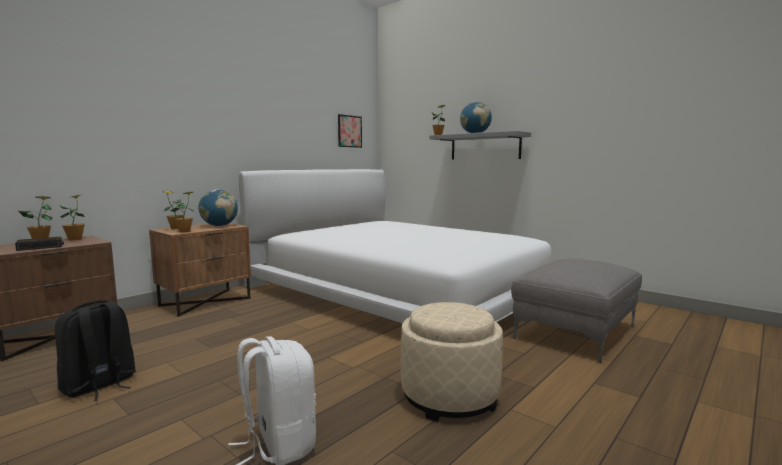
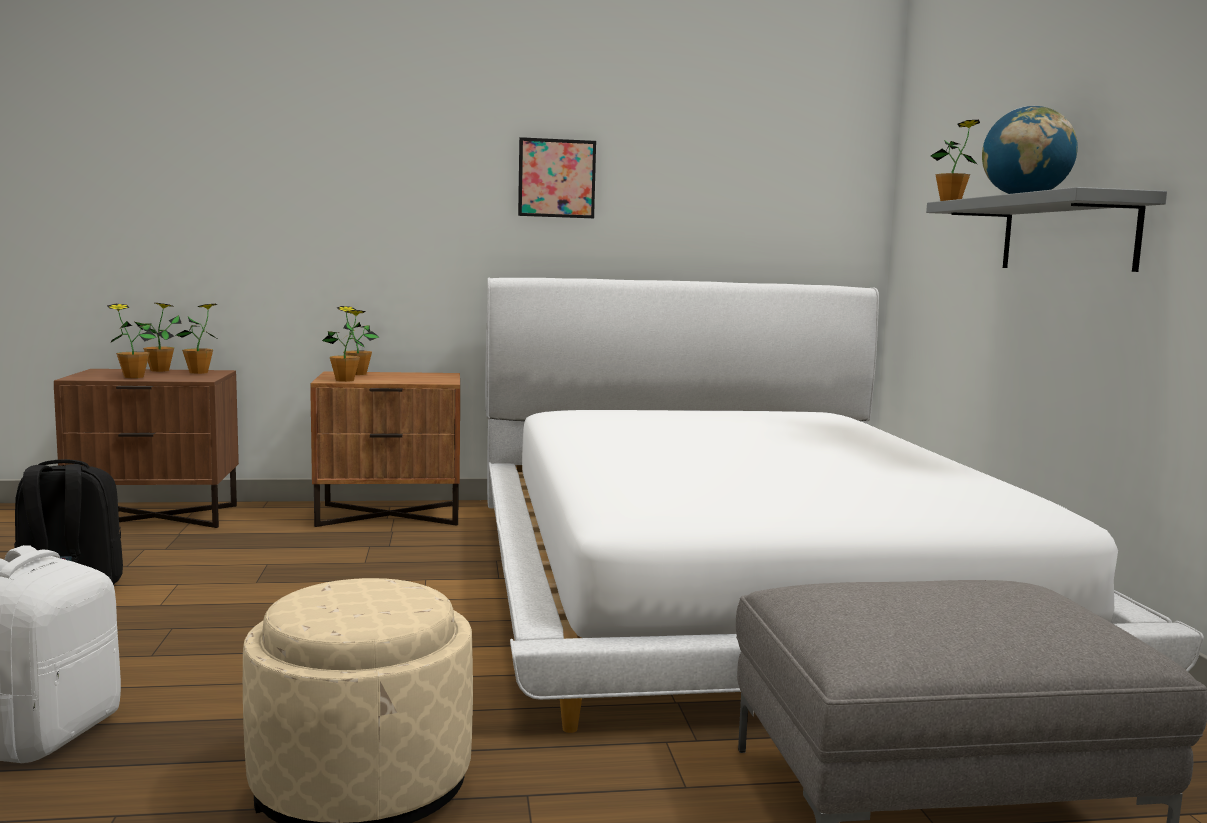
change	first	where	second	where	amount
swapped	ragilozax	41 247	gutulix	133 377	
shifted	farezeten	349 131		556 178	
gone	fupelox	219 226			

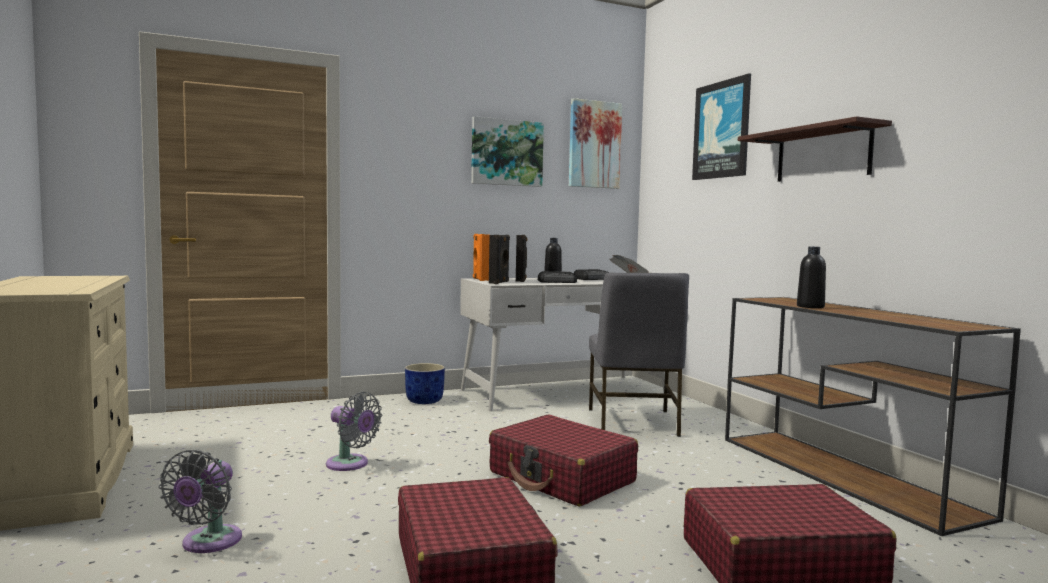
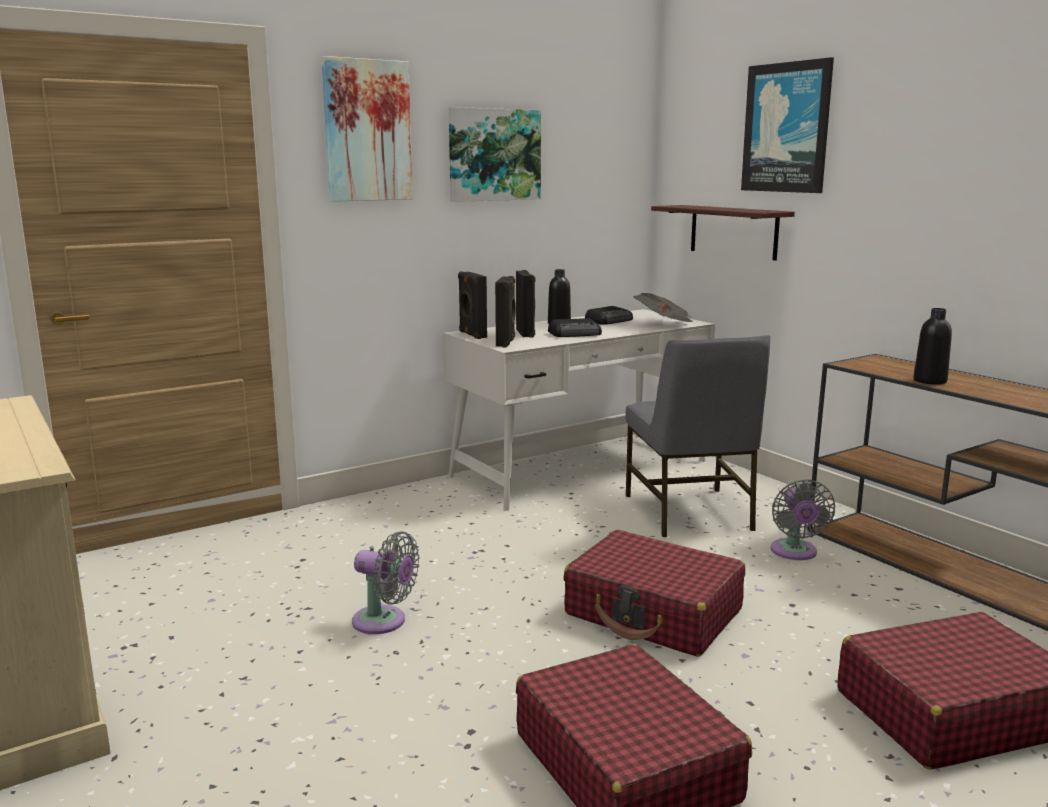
change	first	where	second	where	amount
shifted	farezeten	594 144		367 131	
repainted	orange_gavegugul	479 279	black_gavegugul	471 335	
shifted	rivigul	823 154		733 231	
shifted	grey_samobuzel	208 543		795 553	
gone	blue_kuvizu	424 401			

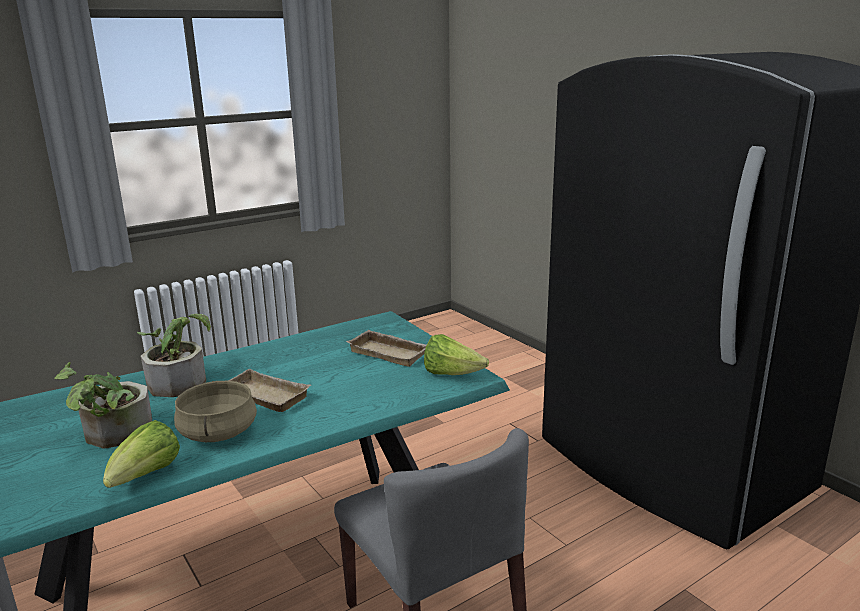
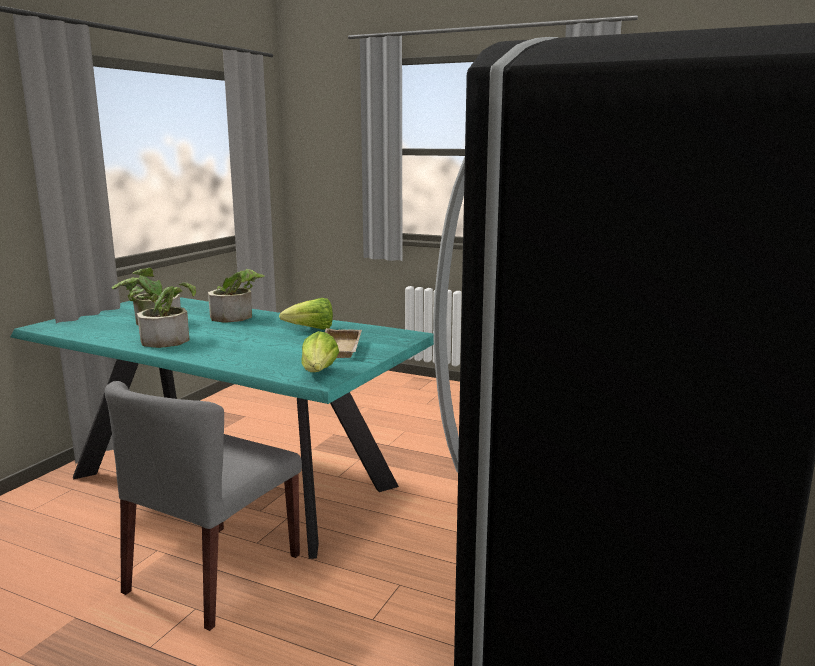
change	first	where	second	where	amount
swapped	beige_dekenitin	217 432	gutulix	169 339	
shifted	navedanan	146 477		311 329	
gone	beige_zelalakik	262 397			

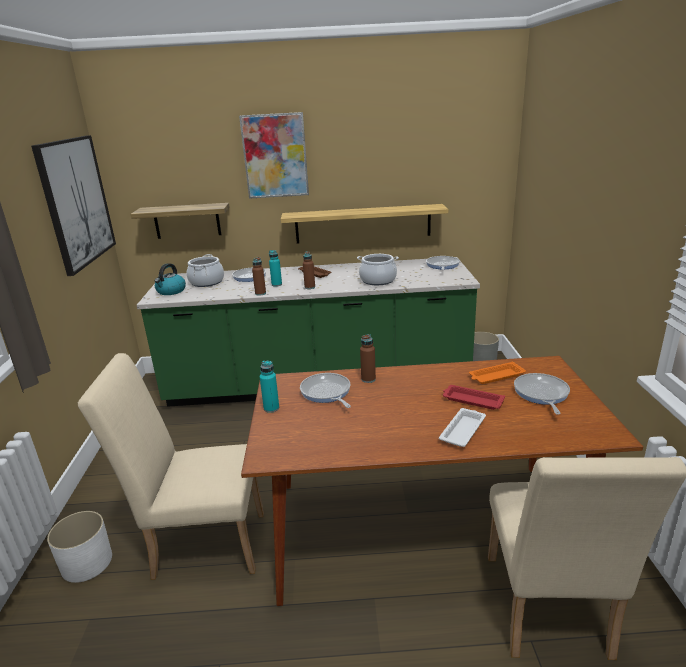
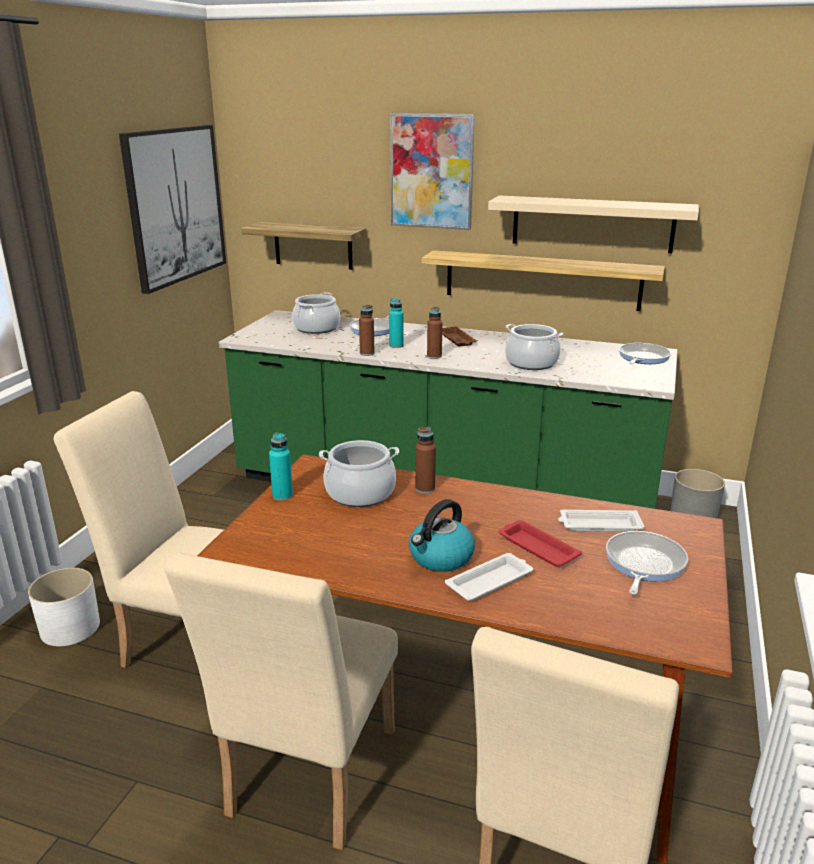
change	first	where	second	where	amount
new			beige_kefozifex	306 782	
swapped	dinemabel	326 393	dekenitin	360 493	
shifted	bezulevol	171 291		440 558	
new			beige_rivigul	592 224	
repainted	orange_zelalakik	495 376	white_zelalakik	598 525	

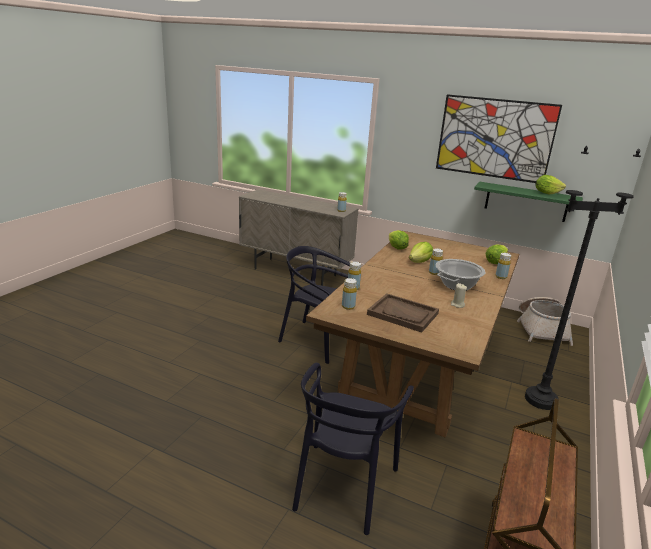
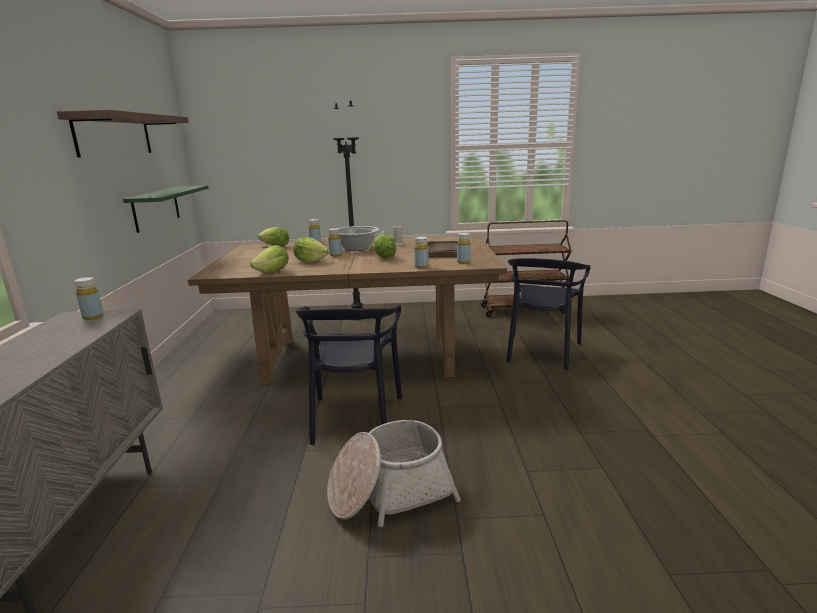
change	first	where	second	where	amount
swapped	farezeten	494 138	rivigul	114 135	
shifted	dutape	541 329		390 491	
shifted	navedanan	546 193		384 257	
rotated	black_kefozifex	343 485		541 351	120 degrees clockwise

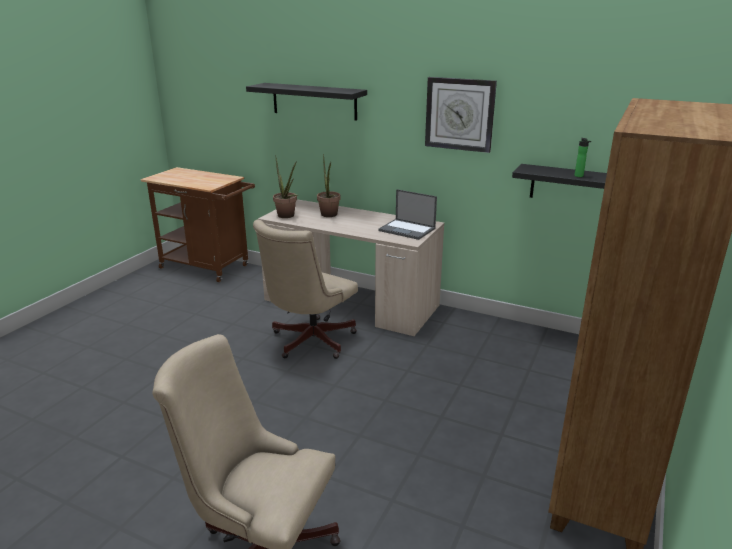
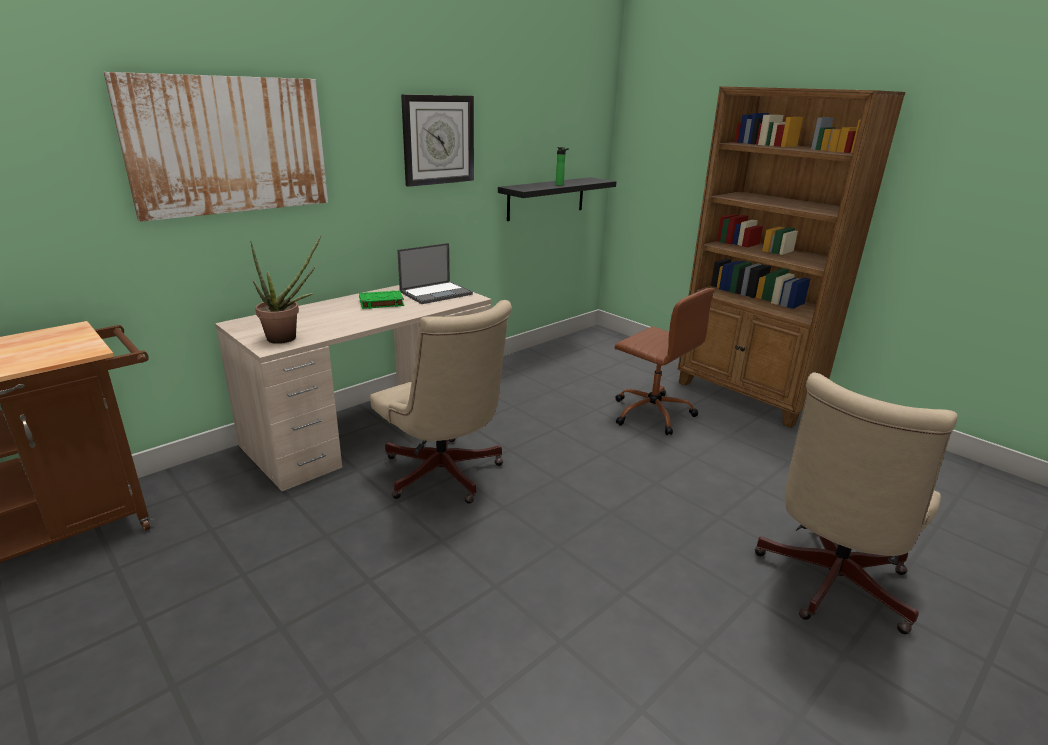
change	first	where	second	where	amount
swapped	black_rivigul	314 101	farezeten	229 145	
new			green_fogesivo	381 303	
new			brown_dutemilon	651 413	
gone	gutulix	329 215			

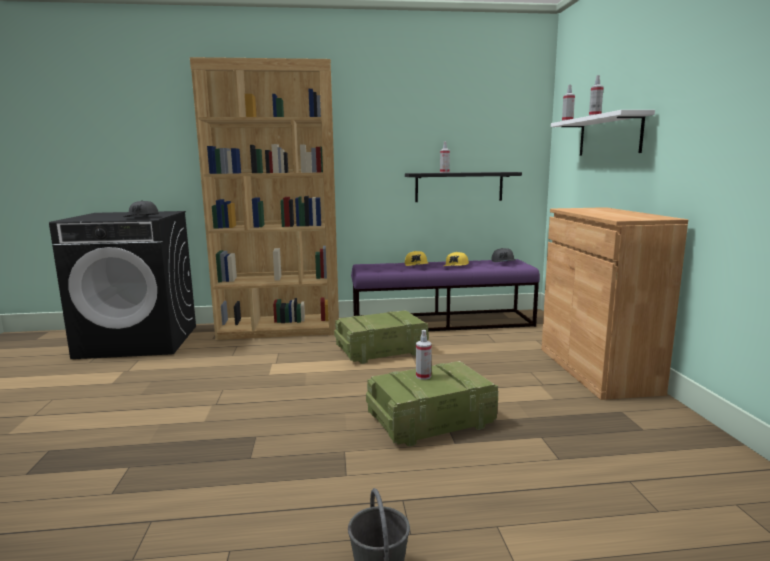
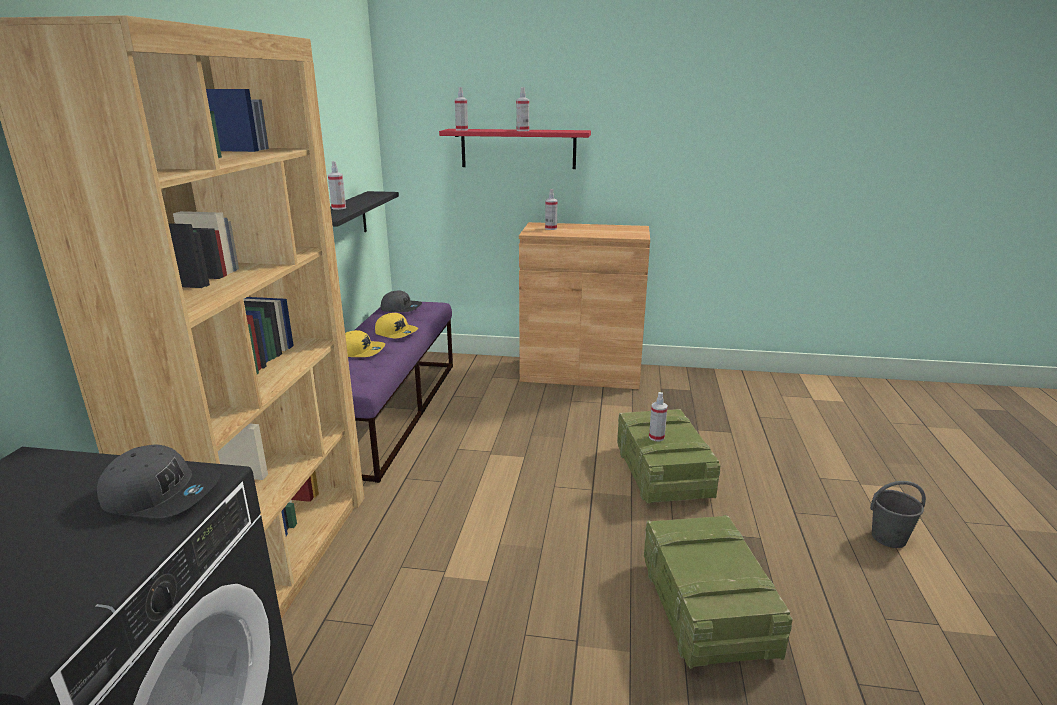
change	first	where	second	where	amount
repainted	white_rivigul	609 136	red_rivigul	518 149	
new			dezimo	551 228	
shifted	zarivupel	380 351		707 611	

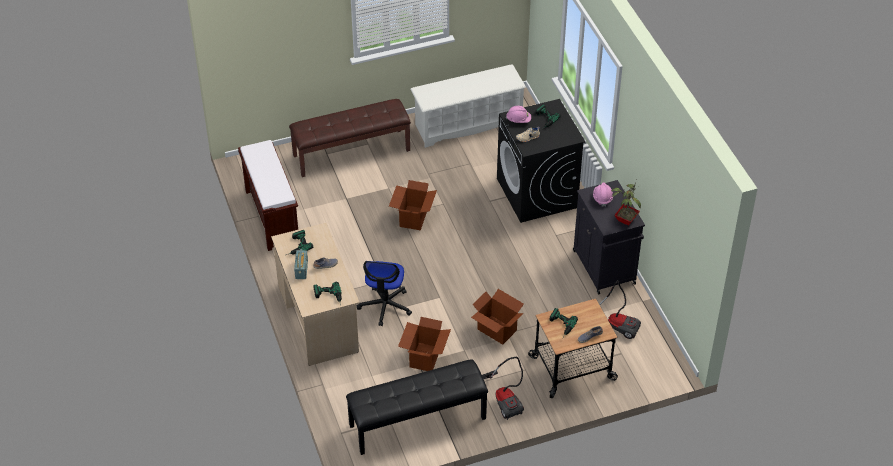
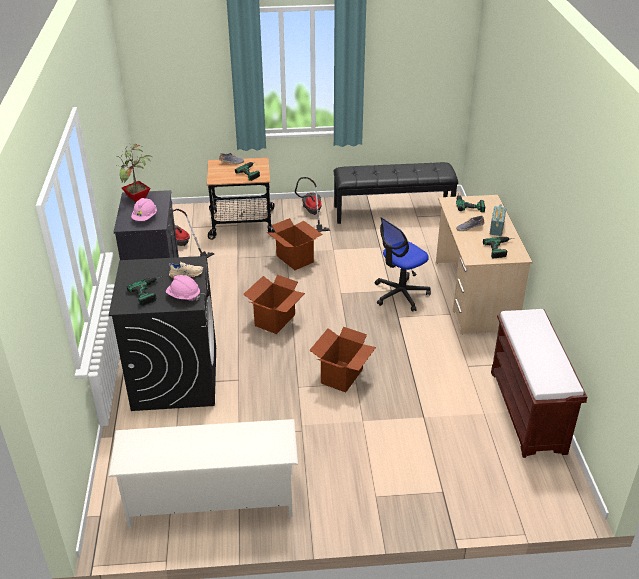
change	first	where	second	where	amount
shifted	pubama	424 357		275 320	
rotated	dutemilon	385 306		400 294	150 degrees counterclockwise
gone	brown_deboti	351 152			

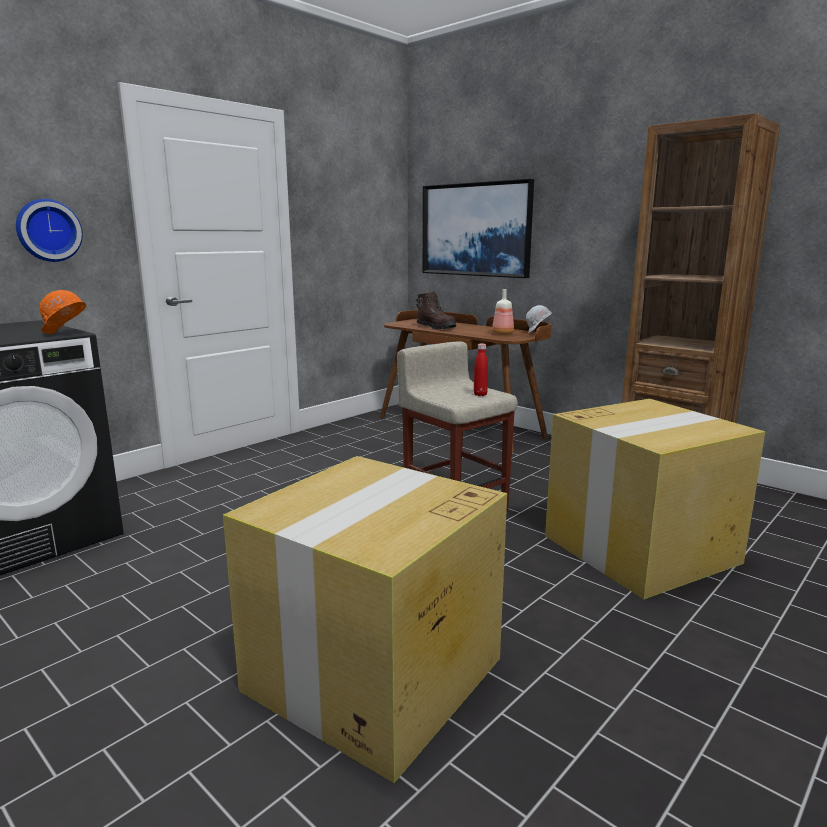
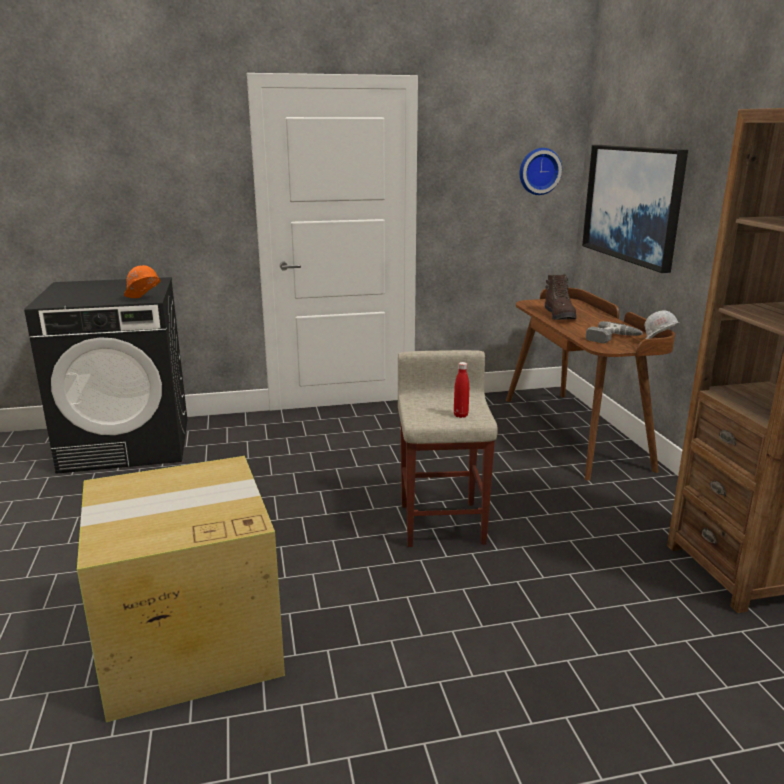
change	first	where	second	where	amount
shifted	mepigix	48 230		539 171	
swapped	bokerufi	503 334	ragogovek	613 338	
gone	pubama	641 548			

